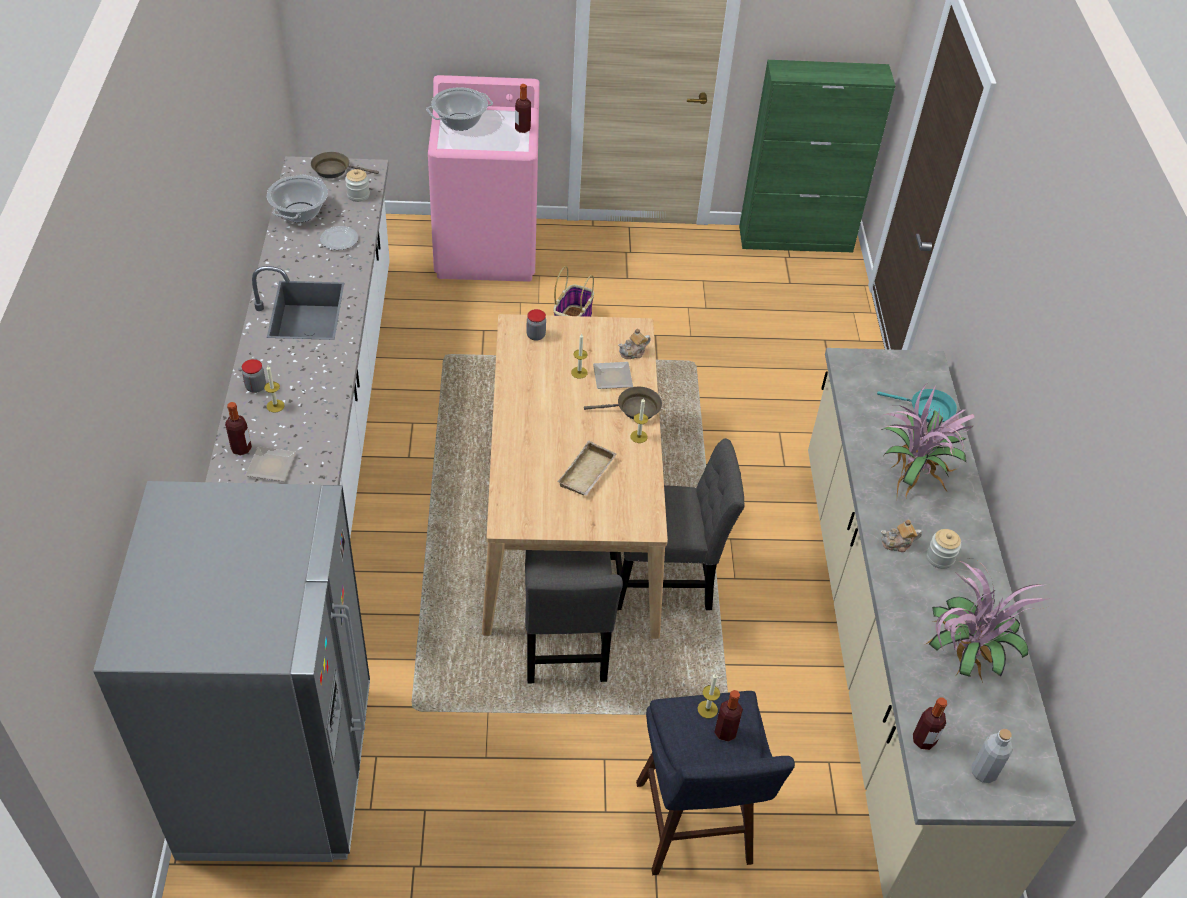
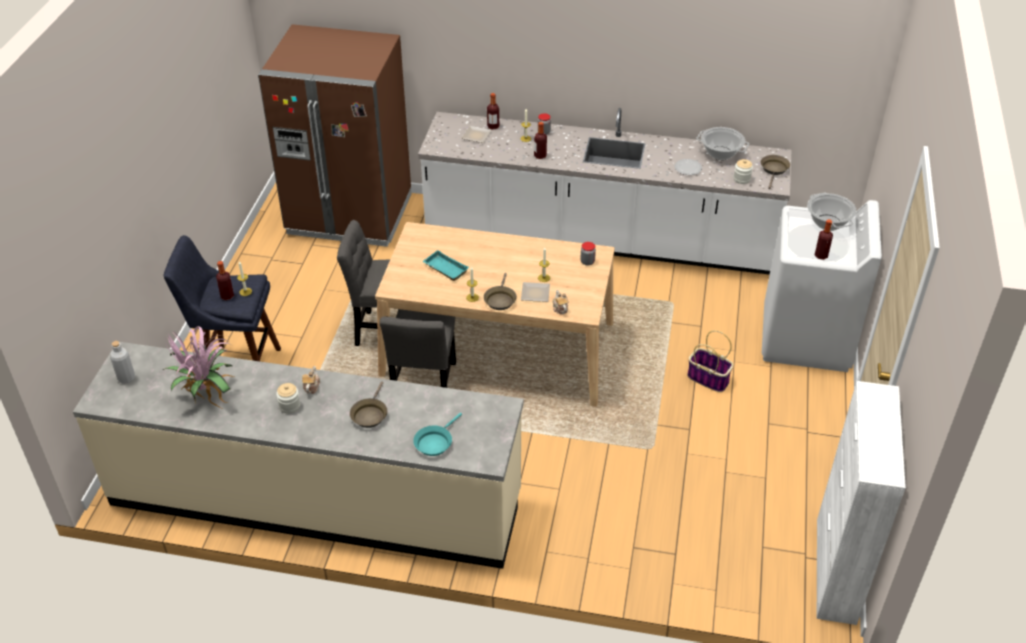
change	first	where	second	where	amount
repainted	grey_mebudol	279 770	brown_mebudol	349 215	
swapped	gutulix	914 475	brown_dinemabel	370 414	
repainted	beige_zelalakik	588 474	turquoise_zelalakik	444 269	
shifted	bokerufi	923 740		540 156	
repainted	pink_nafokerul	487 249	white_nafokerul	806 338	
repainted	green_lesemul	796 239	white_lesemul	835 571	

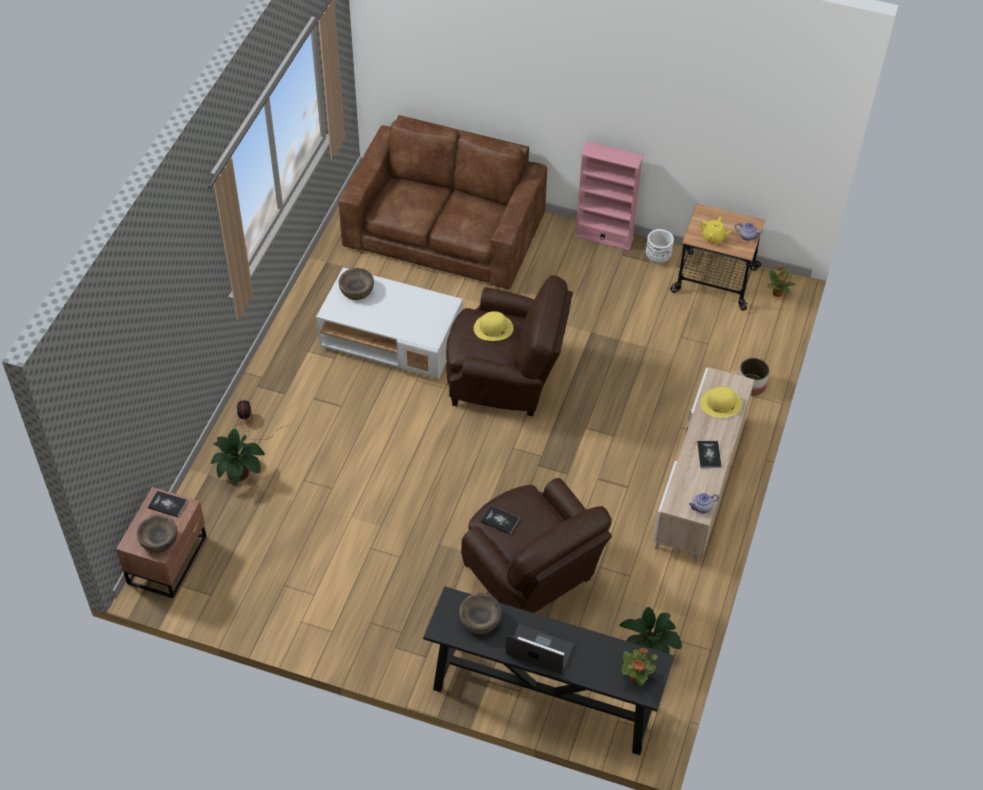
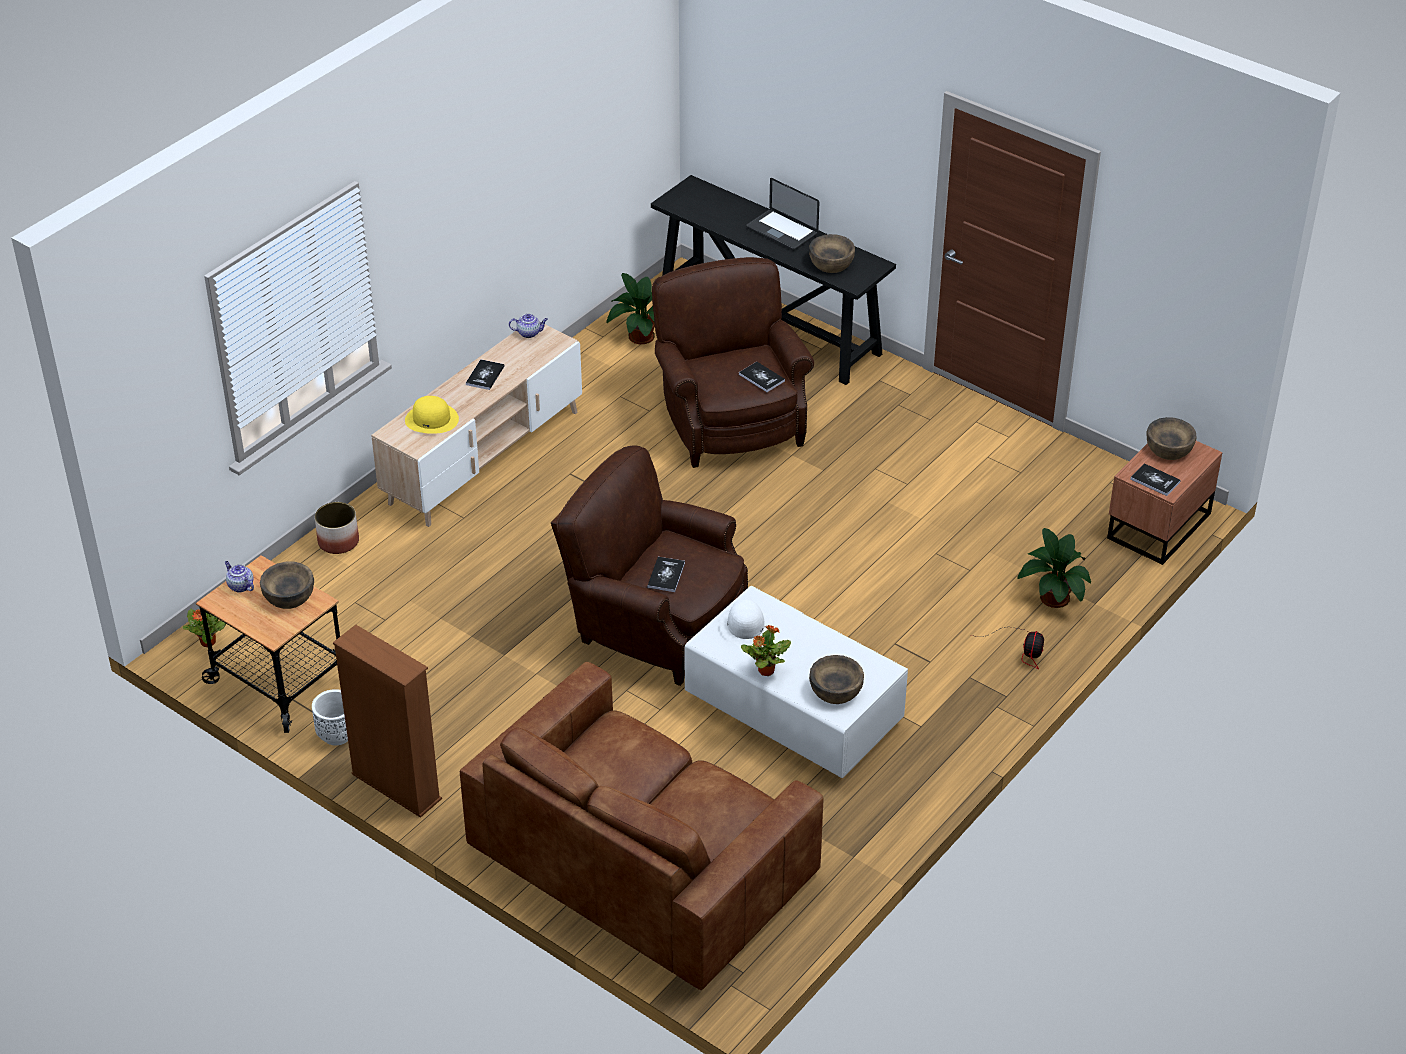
change	first	where	second	where	amount
swapped	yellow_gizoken	713 237	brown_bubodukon	289 595	
repainted	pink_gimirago	604 237	brown_gimirago	396 787	
swapped	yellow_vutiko	493 328	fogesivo	666 575	
new			white_vutiko	746 626	
shifted	gutulix	636 676		765 671	

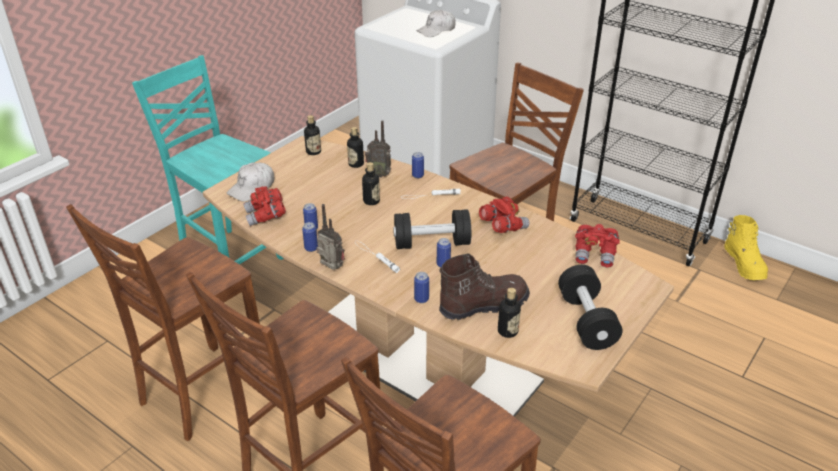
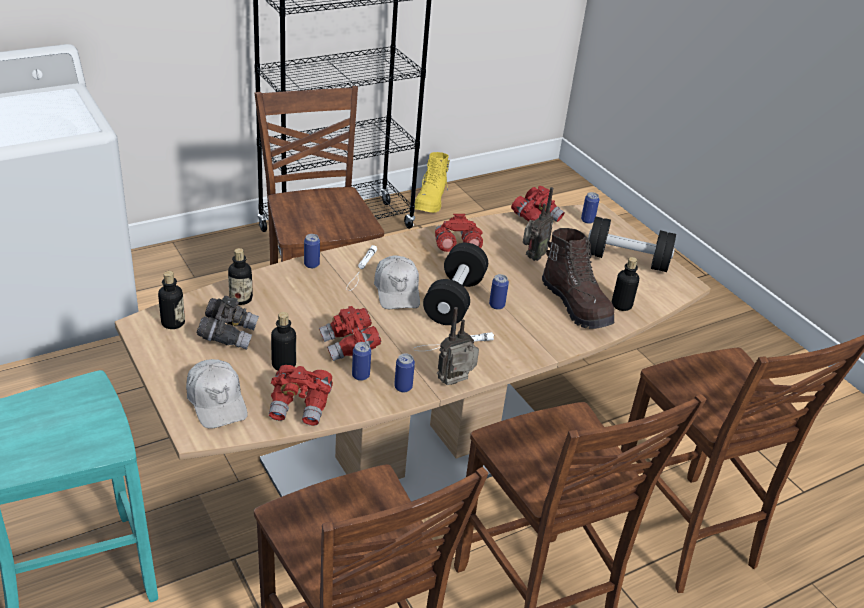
change	first	where	second	where	amount
new			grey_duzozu	228 335	
shifted	bokerufi	371 201		284 364	
new			red_duzozu	350 346	
shifted	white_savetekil	436 30		397 291	
rotated	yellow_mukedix	744 264		431 201	90 degrees clockwise
shifted	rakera	379 174		532 257	
rotated	brown_mukedix	483 305		576 305	150 degrees clockwise
shifted	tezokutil	421 299		587 220	

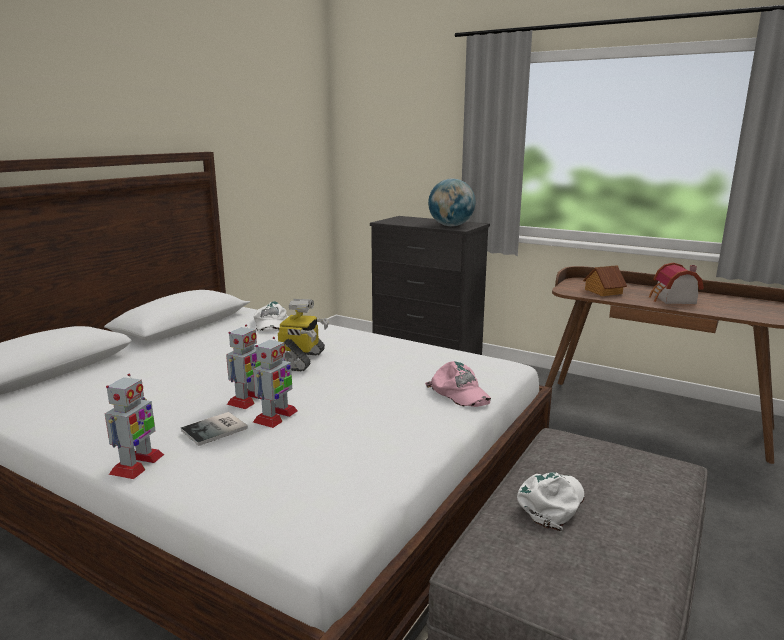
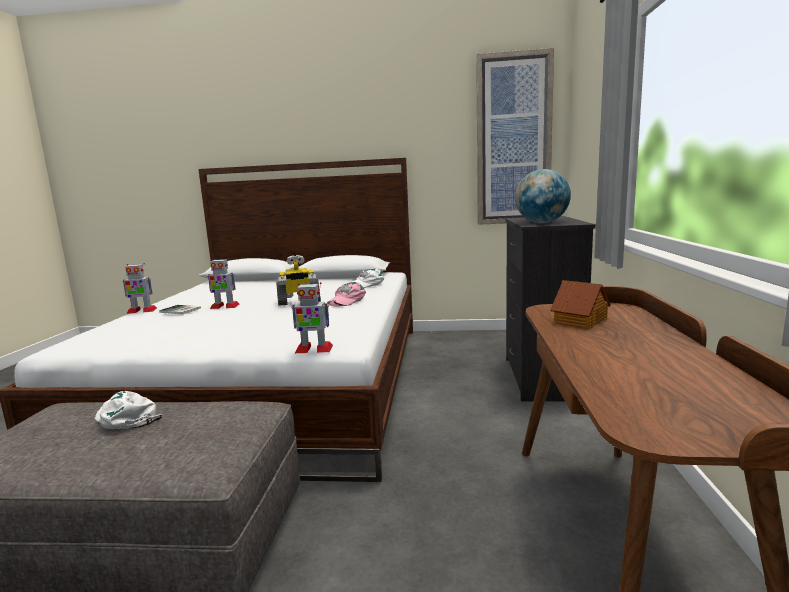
change	first	where	second	where	amount
rotated	white_savetekil	552 503		126 417	150 degrees counterclockwise
shifted	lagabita	275 417		313 349	
shifted	pink_savetekil	459 392		346 300	
new			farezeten	513 140	
gone	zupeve	673 300			

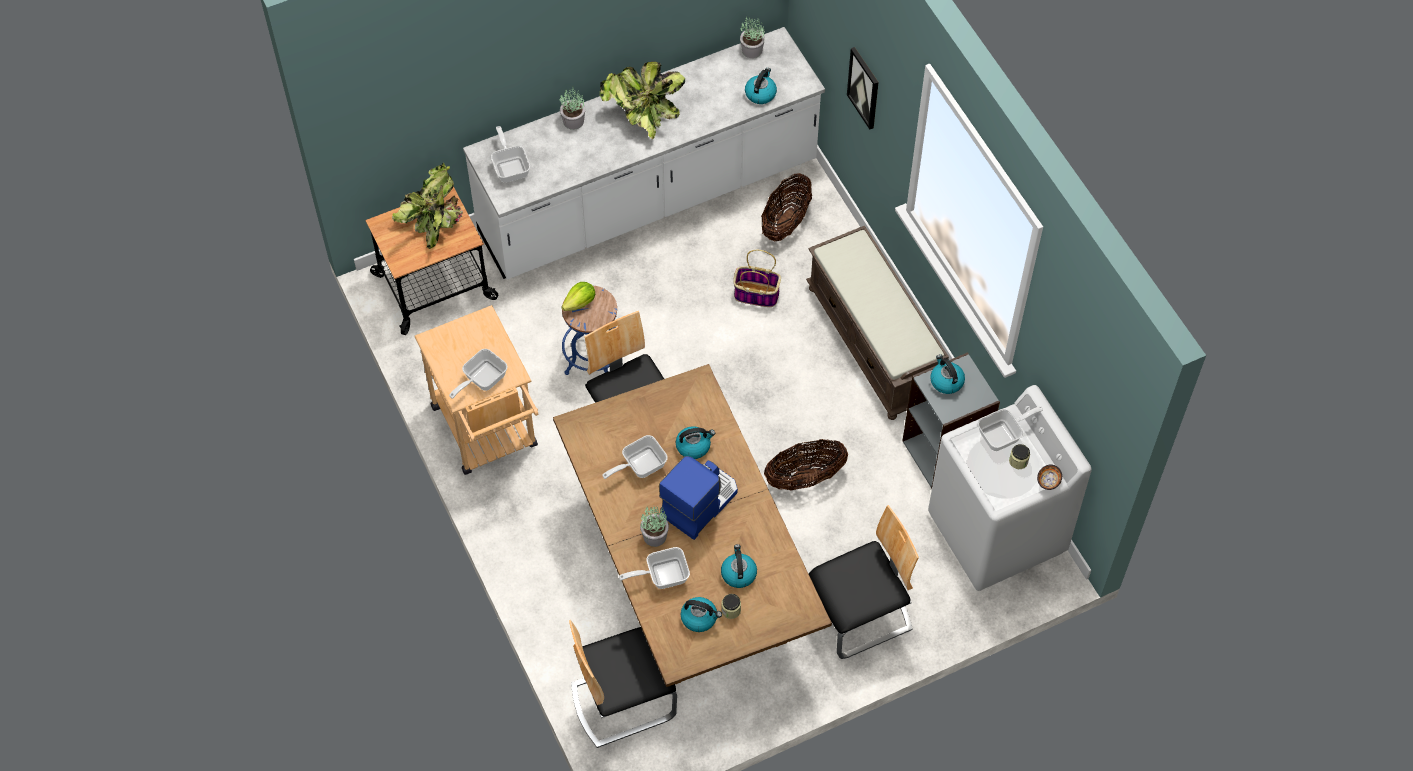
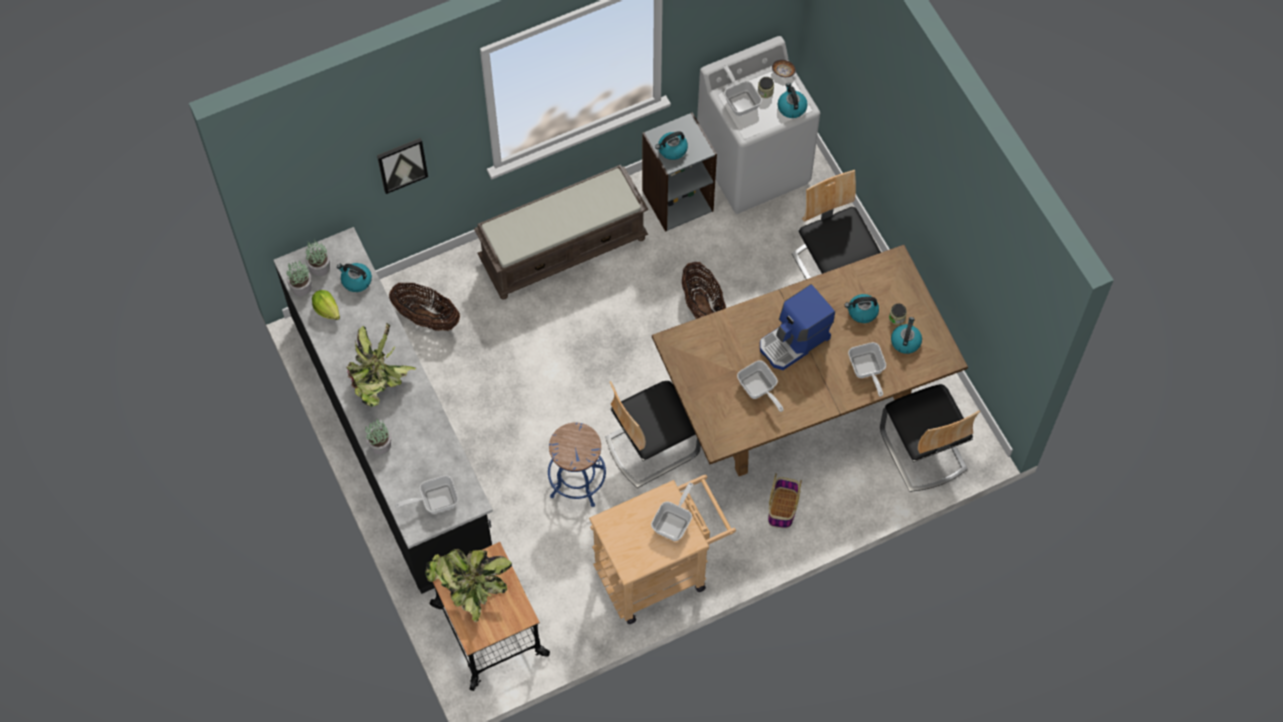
change	first	where	second	where	amount
repainted	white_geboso	648 199	black_geboso	393 436	
shifted	gutulix	655 536		319 267	
shifted	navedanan	580 303		327 309	
rotated	dinemabel	481 380		674 522	105 degrees counterclockwise
rotated	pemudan	699 502		794 342	75 degrees counterclockwise
shifted	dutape	755 294		783 508	
shifted	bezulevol	693 446		791 107	

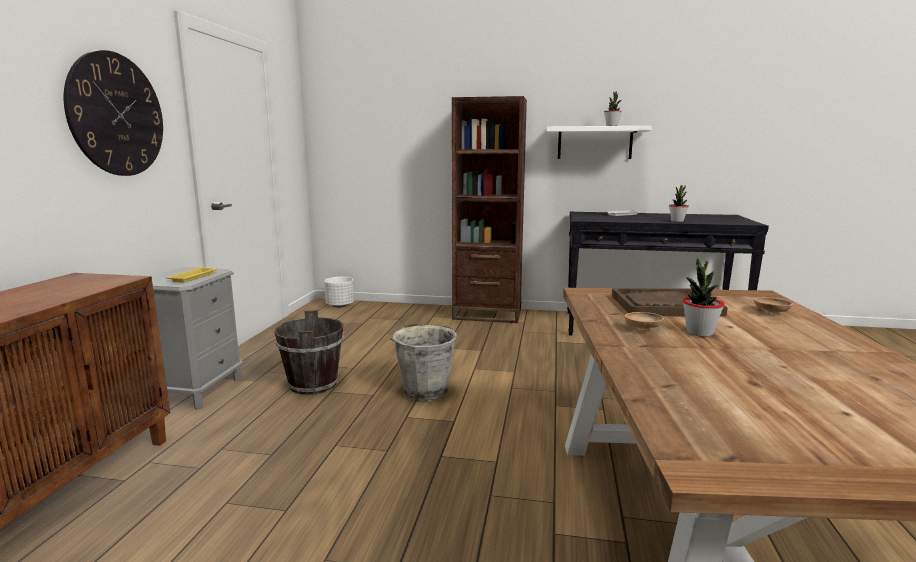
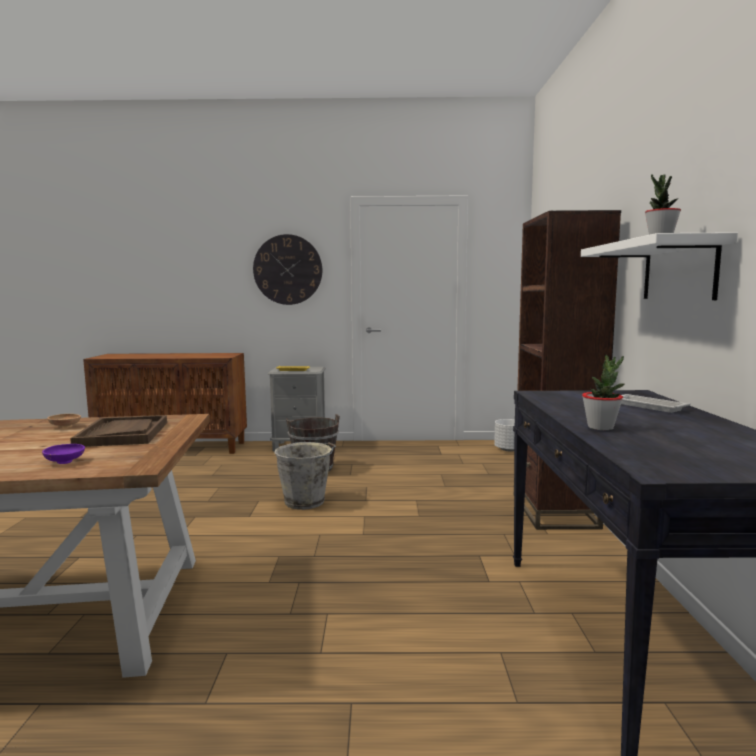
change	first	where	second	where	amount
repainted	brown_bubodukon	771 312	purple_bubodukon	65 462	
gone	gutulix	699 333			

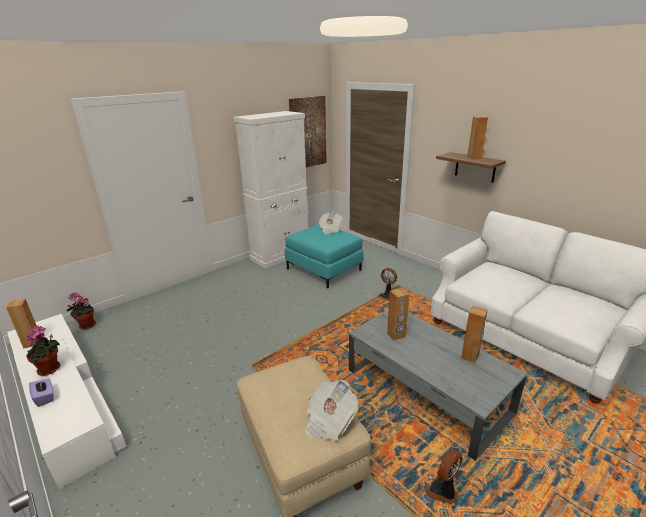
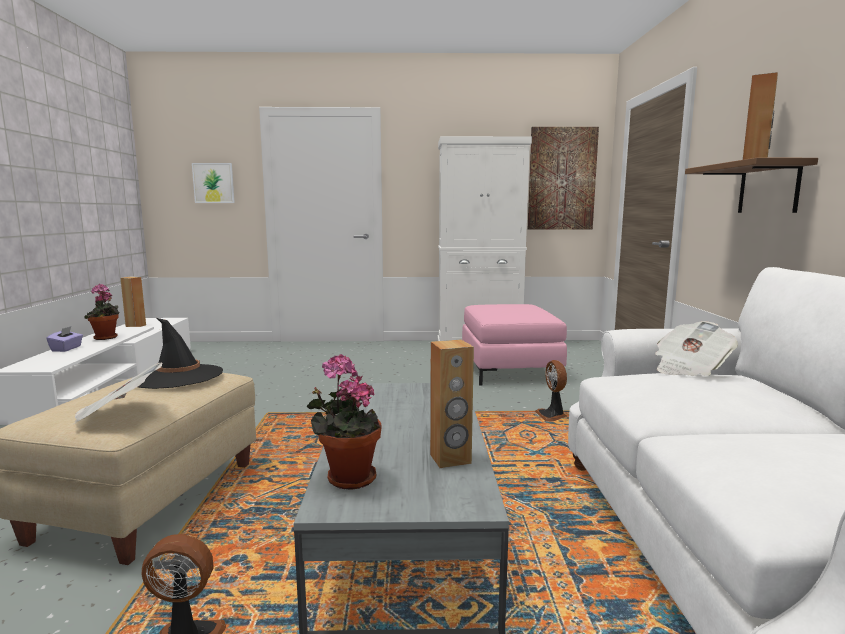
change	first	where	second	where	amount
new			black_vutiko	178 377	
new			farezeten	213 183	
shifted	gutulix	86 326		347 478	
repainted	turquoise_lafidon	323 269	pink_lafidon	509 369	
shifted	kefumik	330 229		689 368	
gone	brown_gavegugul	396 335			

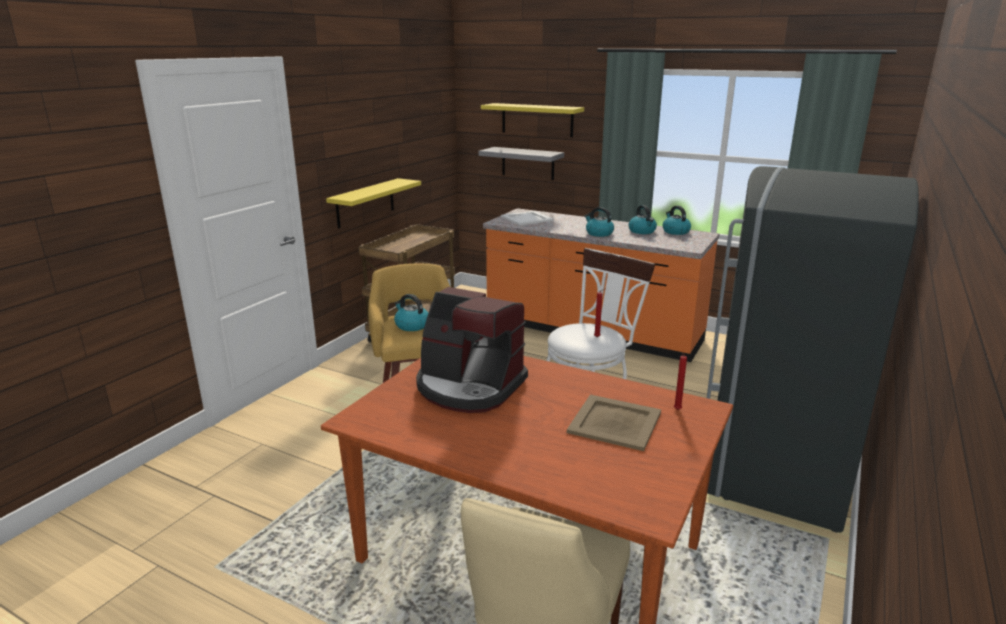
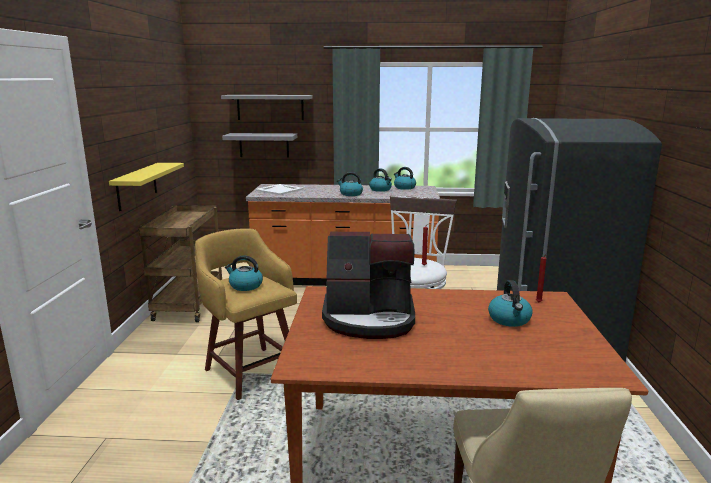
change	first	where	second	where	amount
repainted	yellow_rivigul	537 120	grey_rivigul	270 107	
swapped	beige_zelalakik	615 422	bezulevol	509 319	

